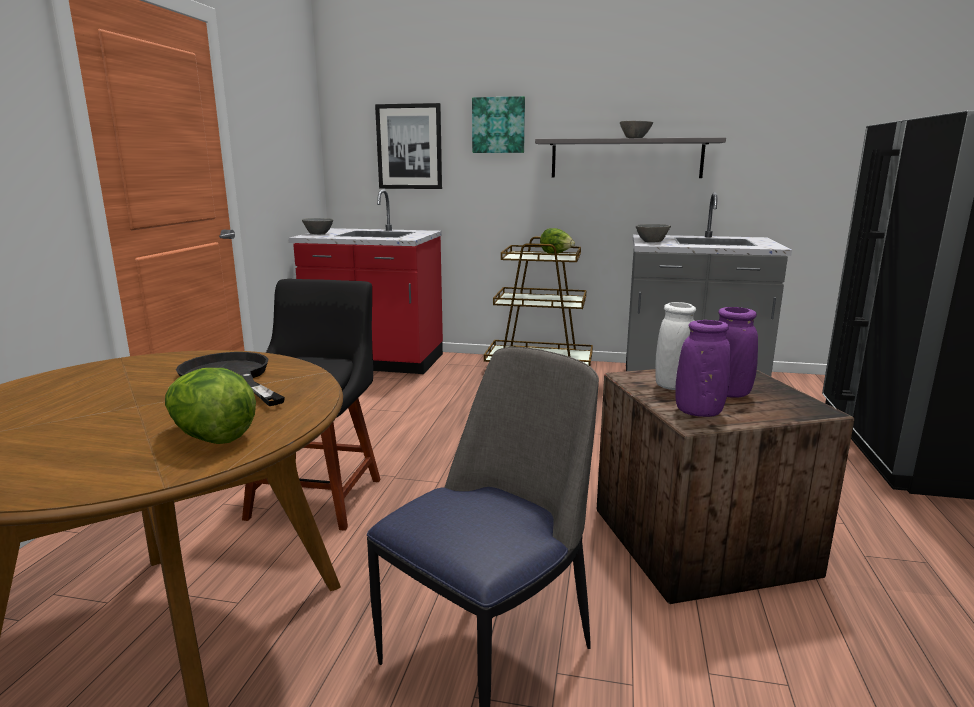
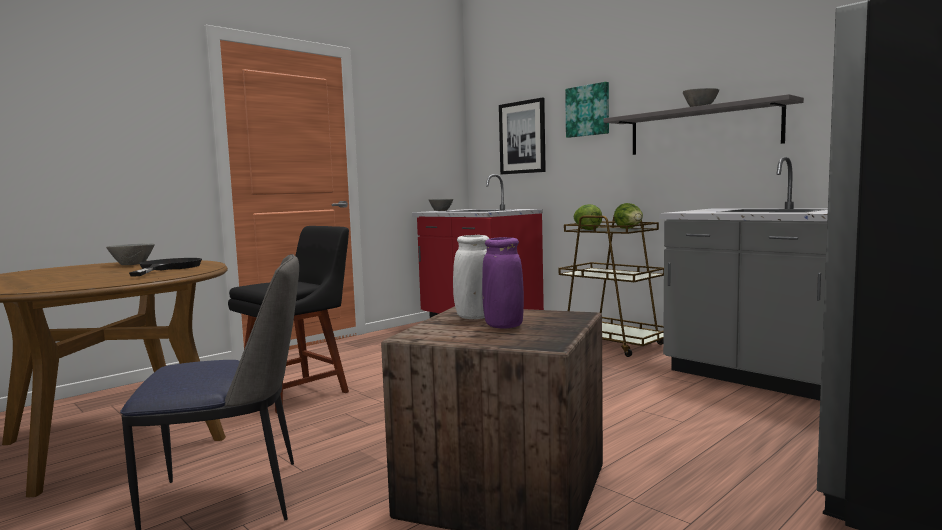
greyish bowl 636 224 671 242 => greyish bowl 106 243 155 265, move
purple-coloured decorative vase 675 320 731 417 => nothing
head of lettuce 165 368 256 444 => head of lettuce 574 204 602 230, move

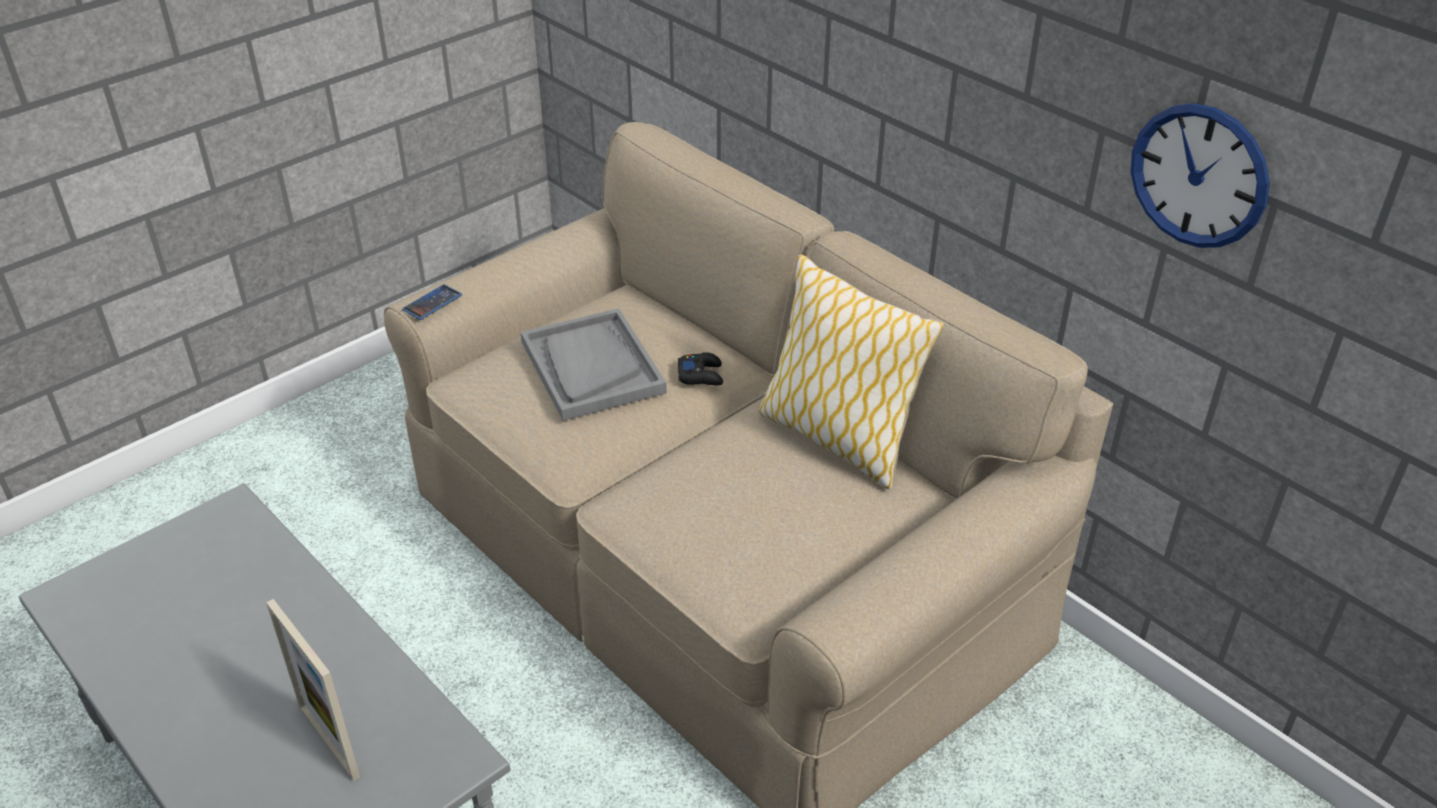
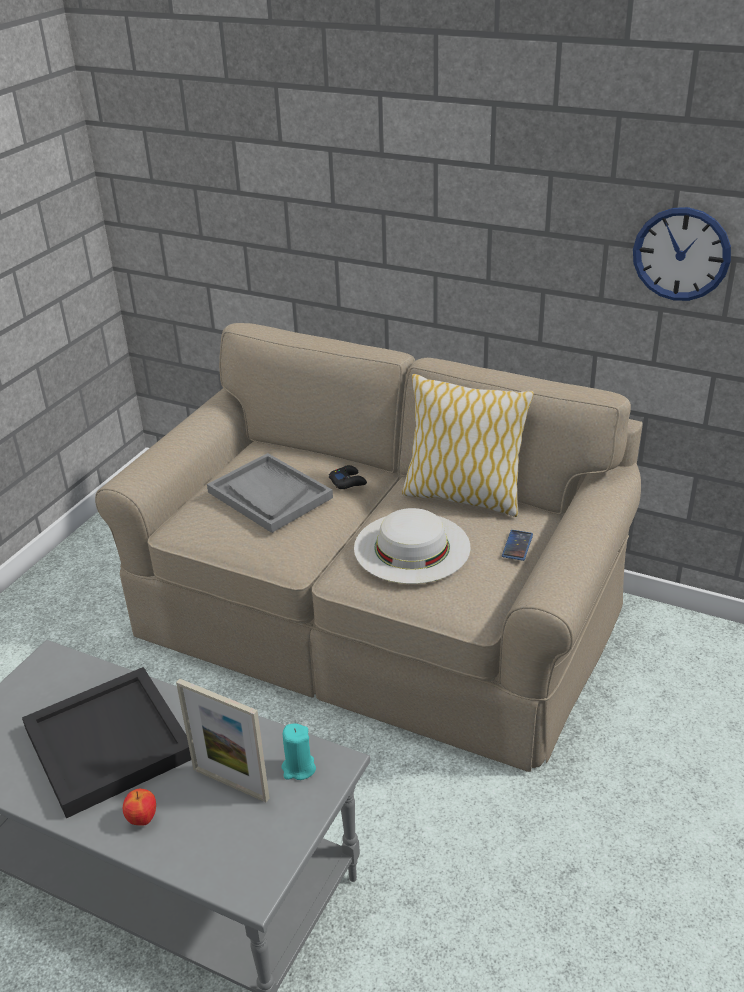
phone 402 284 462 320 => phone 502 530 533 561, move
nothing => whitish clothing hat 354 508 471 584
nothing => black-coloured tray 22 667 191 818
nothing => blue-green candle 281 723 316 780
nothing => apple 123 789 156 825

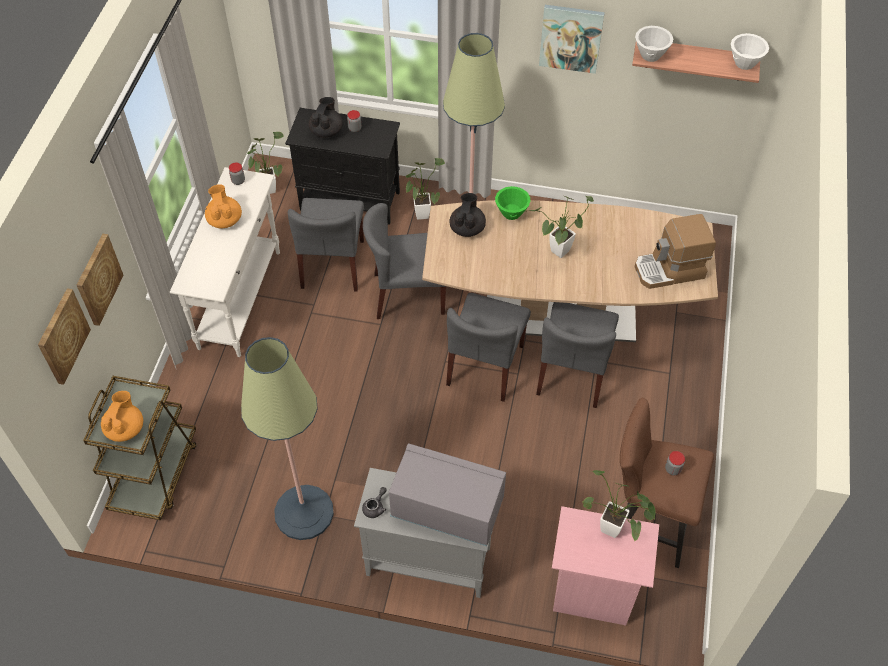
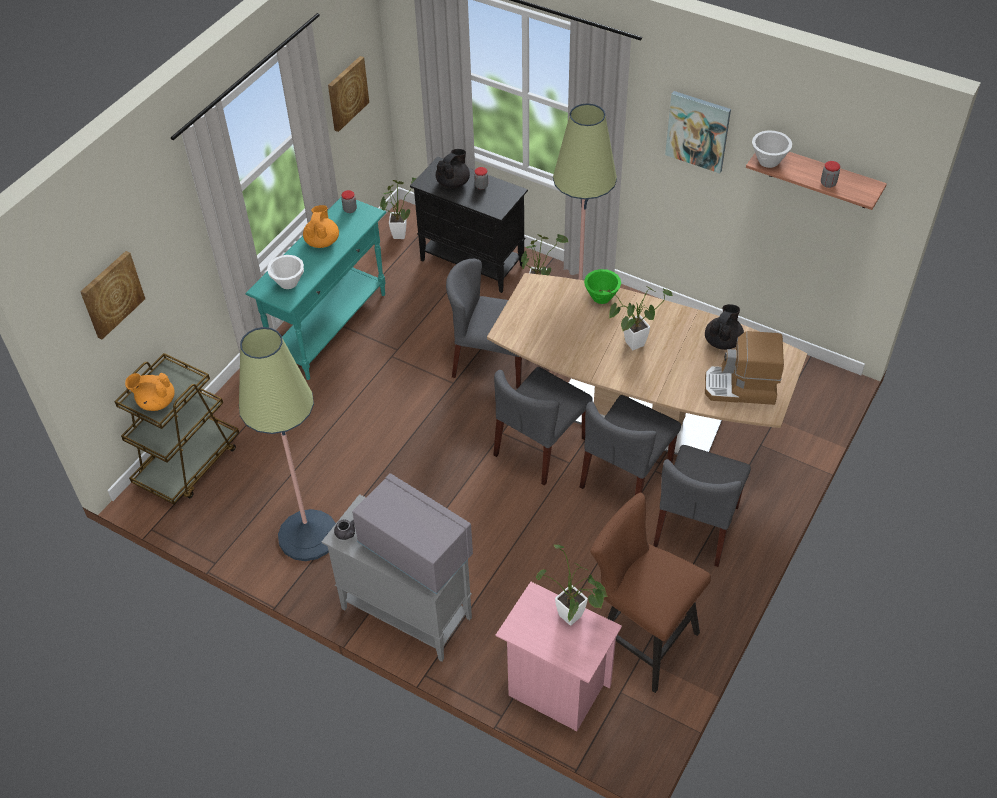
whitish bowl 731 33 769 70 => whitish bowl 267 255 304 289, move
whitish hall table 170 167 280 357 => blue-green hall table 246 197 386 380
black-coloured teapot 450 193 486 237 => black-coloured teapot 705 304 744 350, move
greyish chair 288 198 364 291 => greyish chair 653 445 751 567, move
picture 77 234 124 326 => picture 328 56 369 132, move
orangey teapot 101 391 143 442 => orangey teapot 125 373 175 411, 120 degrees counterclockwise
preserve jar 665 451 685 475 => preserve jar 821 161 840 188, move

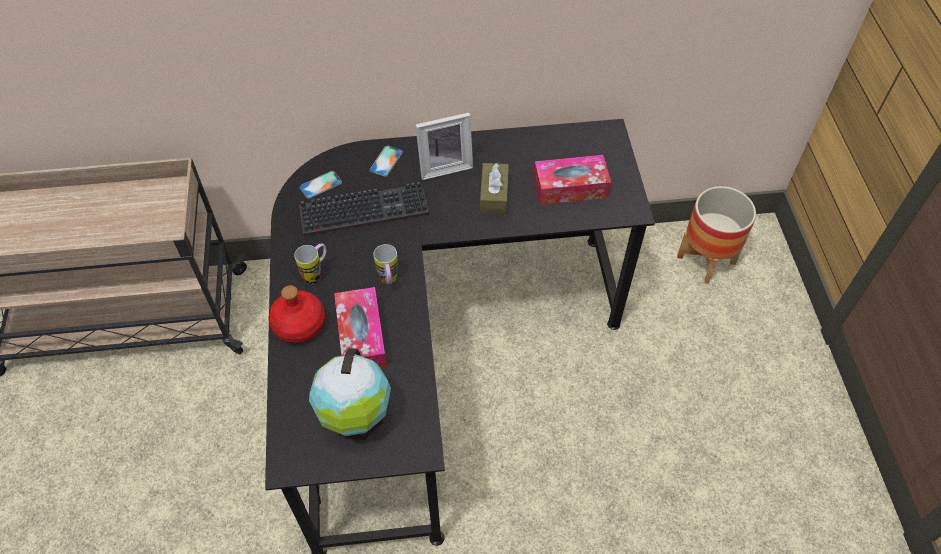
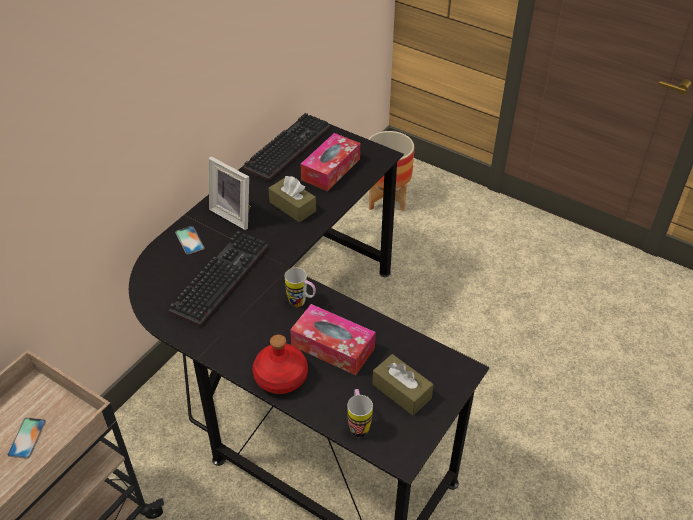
picture frame 415 113 473 180 => picture frame 209 156 251 230, 105 degrees clockwise
phone 299 171 342 199 => phone 7 418 46 459, move
coffee mug 294 243 326 284 => coffee mug 347 389 373 438, move
desk globe 309 348 391 440 => brown-coloured tissue box 372 354 434 415
nothing => PC keyboard 243 113 330 181

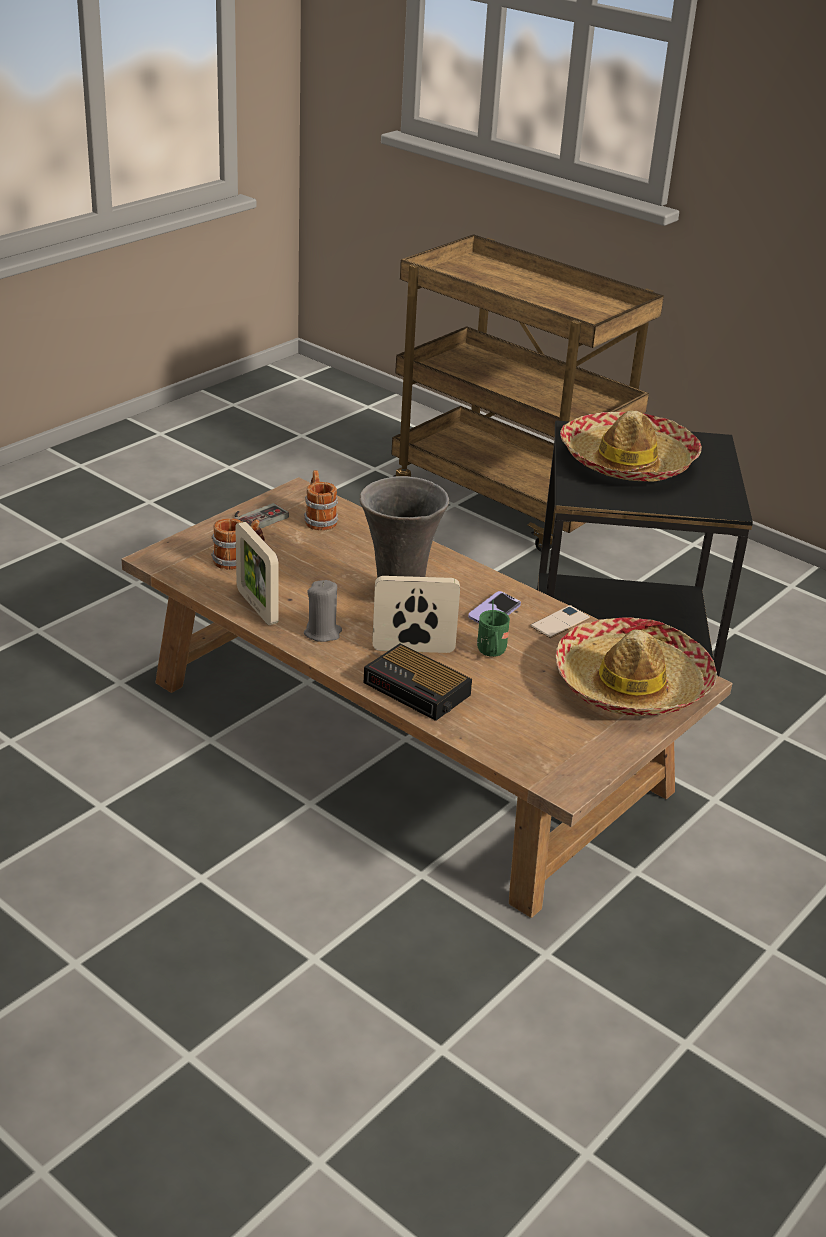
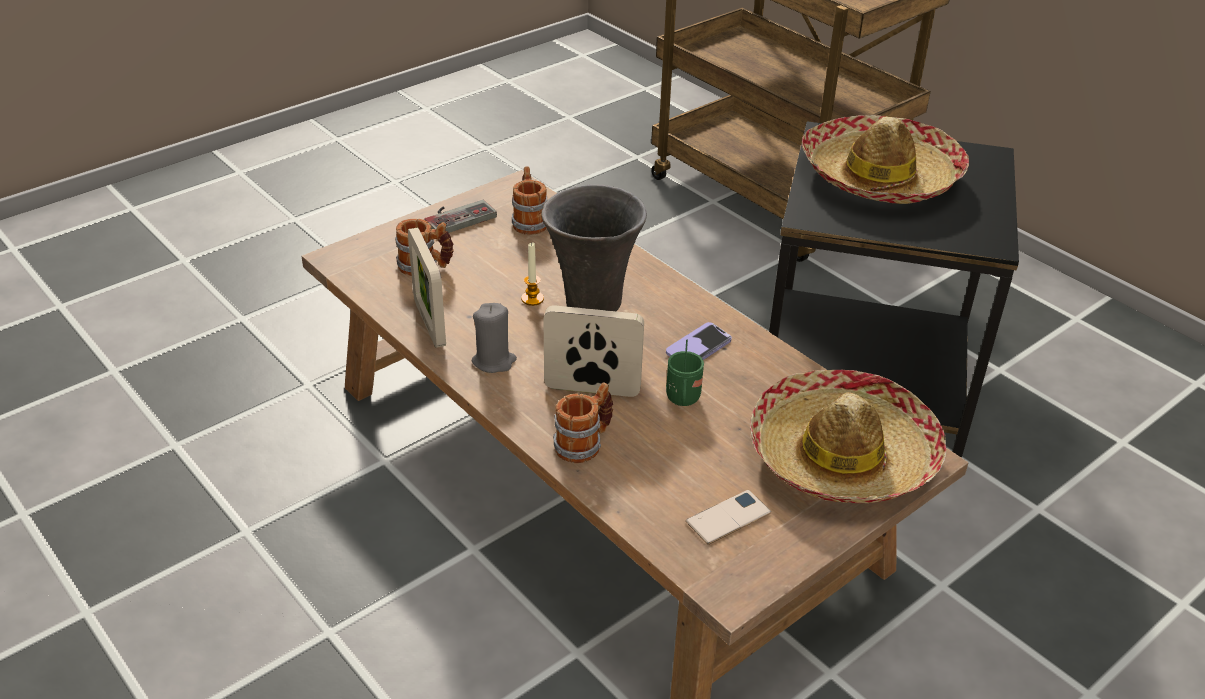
phone 530 605 590 638 => phone 686 490 771 544, move
table clock 364 643 472 721 => coffee mug 553 382 613 463
nothing => candle 521 242 544 306

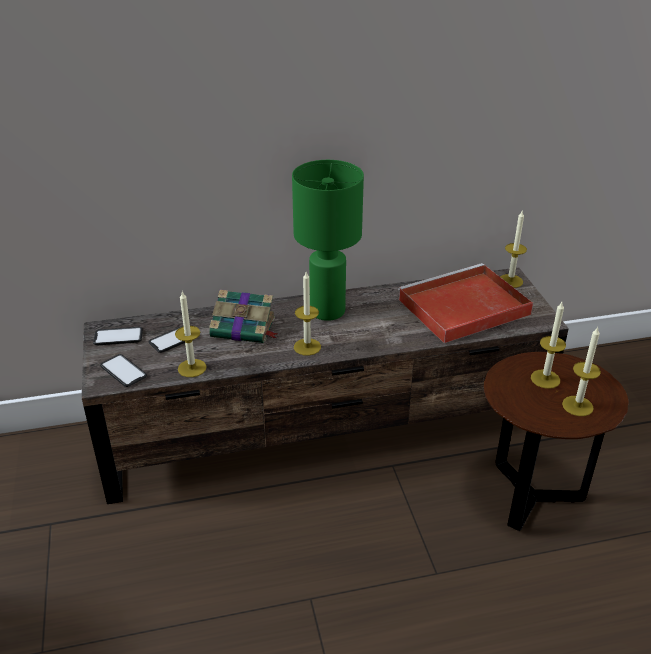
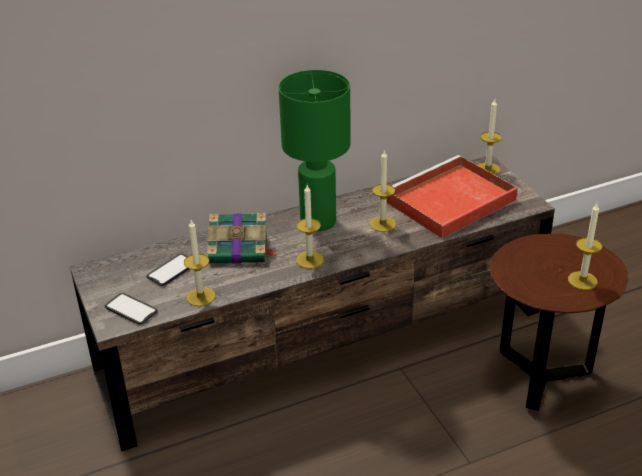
candle 531 302 566 389 => candle 370 150 396 232, move
phone 93 327 143 345 => nothing

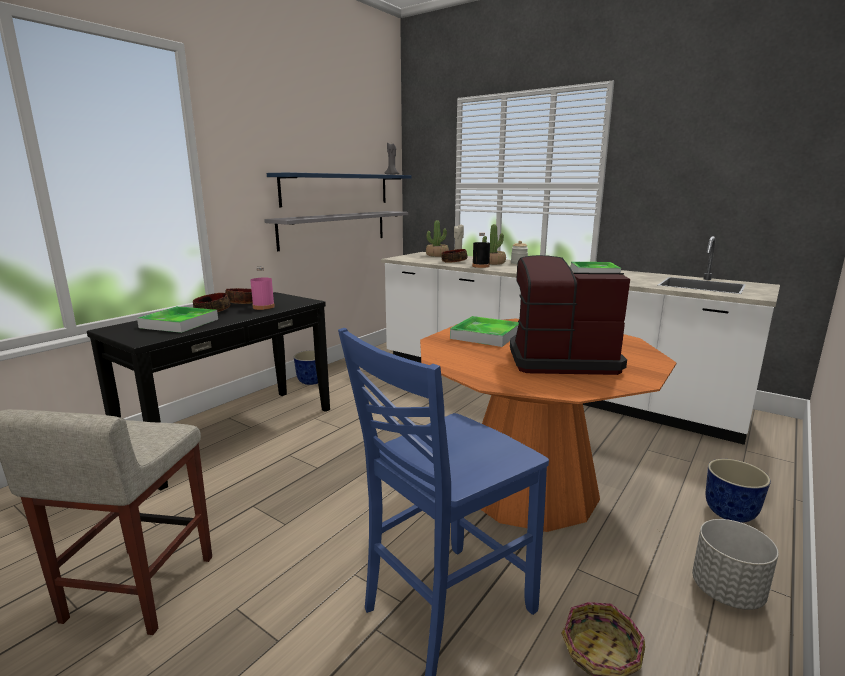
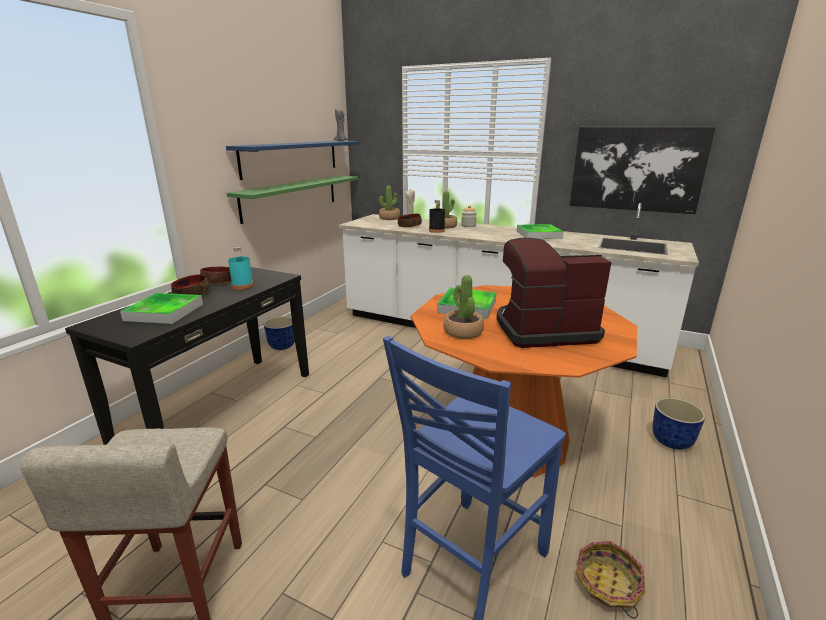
greyish bracket shelf 264 211 408 251 => green bracket shelf 227 176 358 224
pink bottle 250 267 275 310 => blue-green bottle 228 247 254 289
greyish plant pot 692 519 779 610 => nothing
nothing => picture 570 127 715 214
nothing => plant in a pot 444 275 484 339

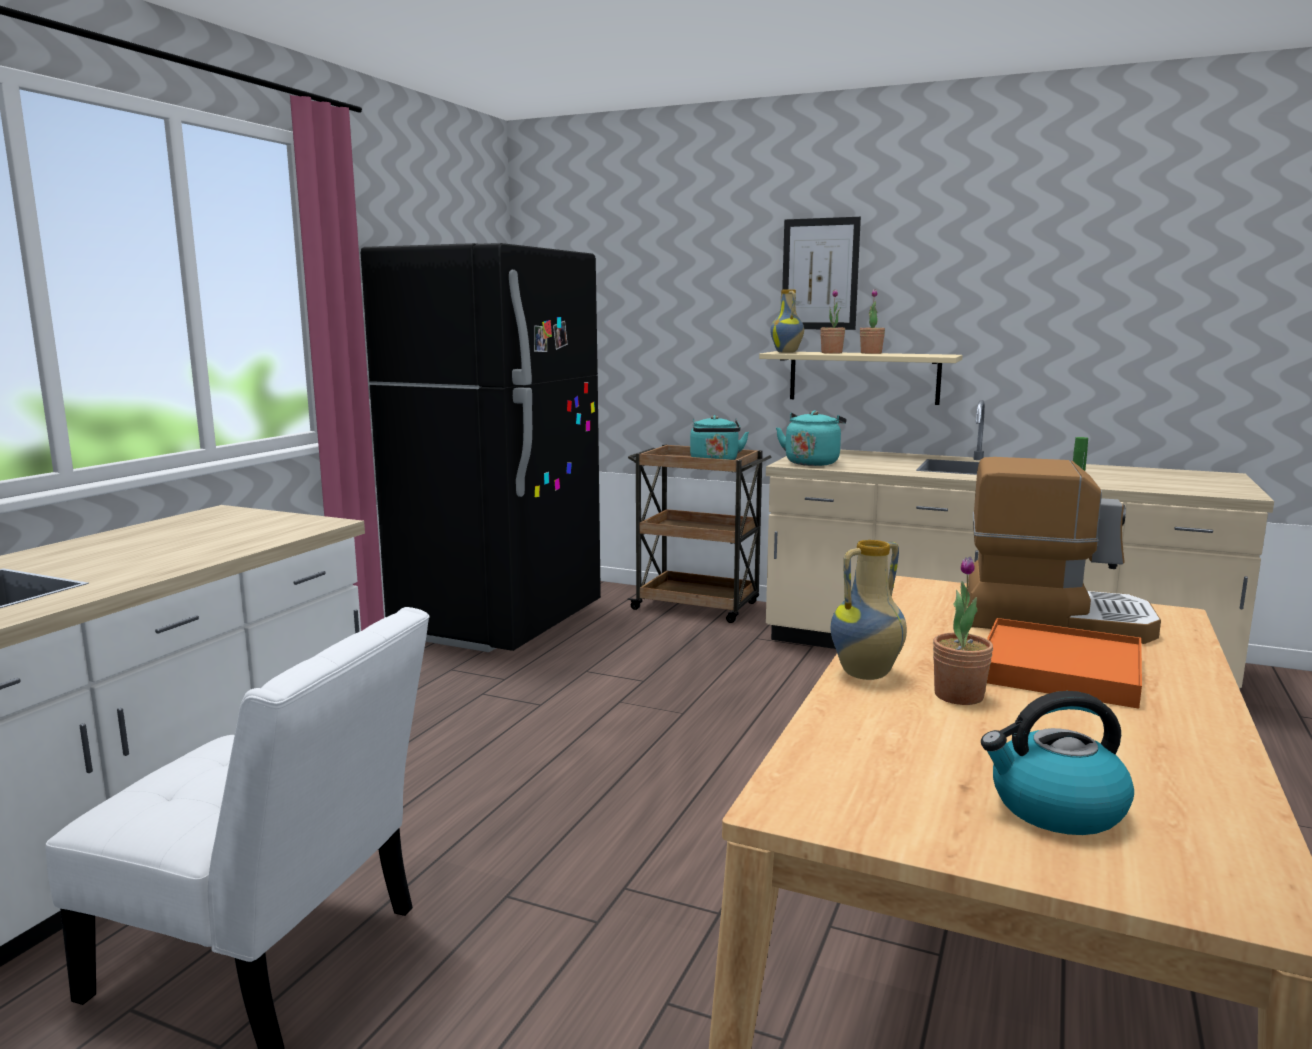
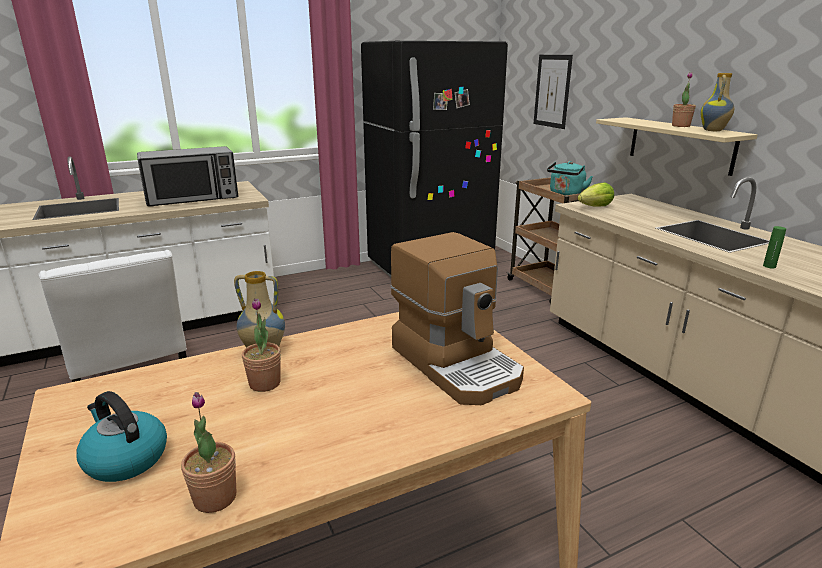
picture 782 217 861 330 => picture 534 55 573 129, move
decorative vase 770 289 804 353 => decorative vase 700 73 734 131, move
plant in a pot 820 289 845 354 => plant in a pot 181 392 236 513, move
blue-green kettle 776 411 846 466 => head of lettuce 578 182 614 207
orangey tray 987 618 1142 709 => nothing
nothing => microwave oven 137 146 238 207

